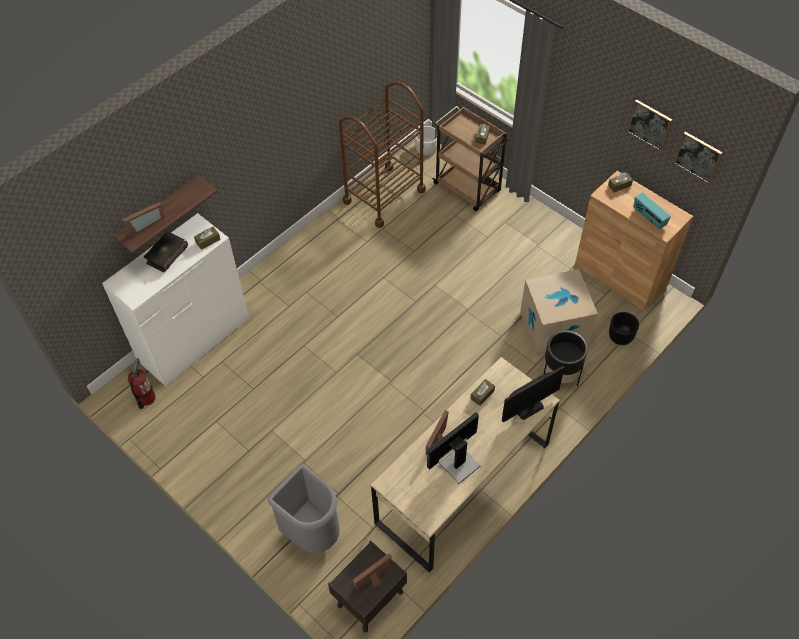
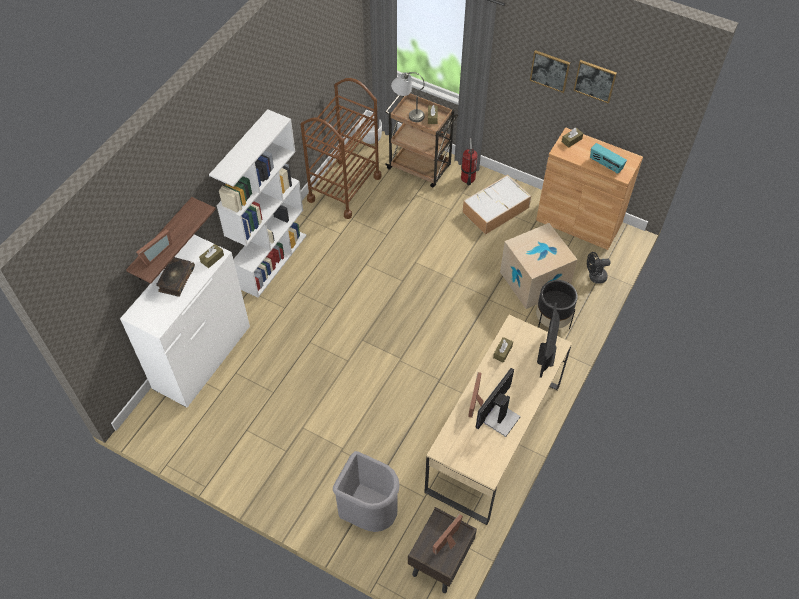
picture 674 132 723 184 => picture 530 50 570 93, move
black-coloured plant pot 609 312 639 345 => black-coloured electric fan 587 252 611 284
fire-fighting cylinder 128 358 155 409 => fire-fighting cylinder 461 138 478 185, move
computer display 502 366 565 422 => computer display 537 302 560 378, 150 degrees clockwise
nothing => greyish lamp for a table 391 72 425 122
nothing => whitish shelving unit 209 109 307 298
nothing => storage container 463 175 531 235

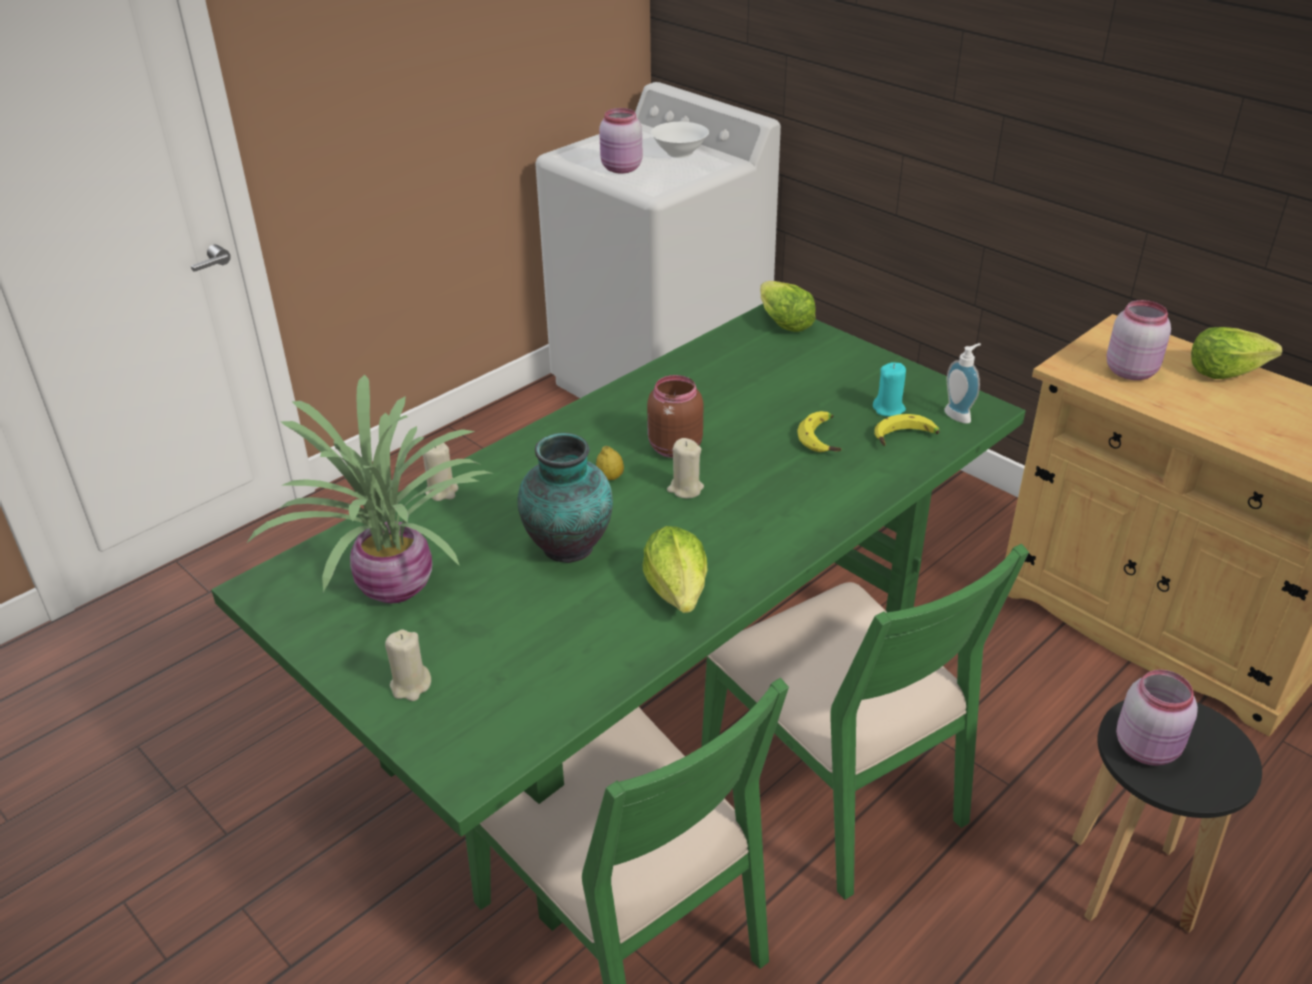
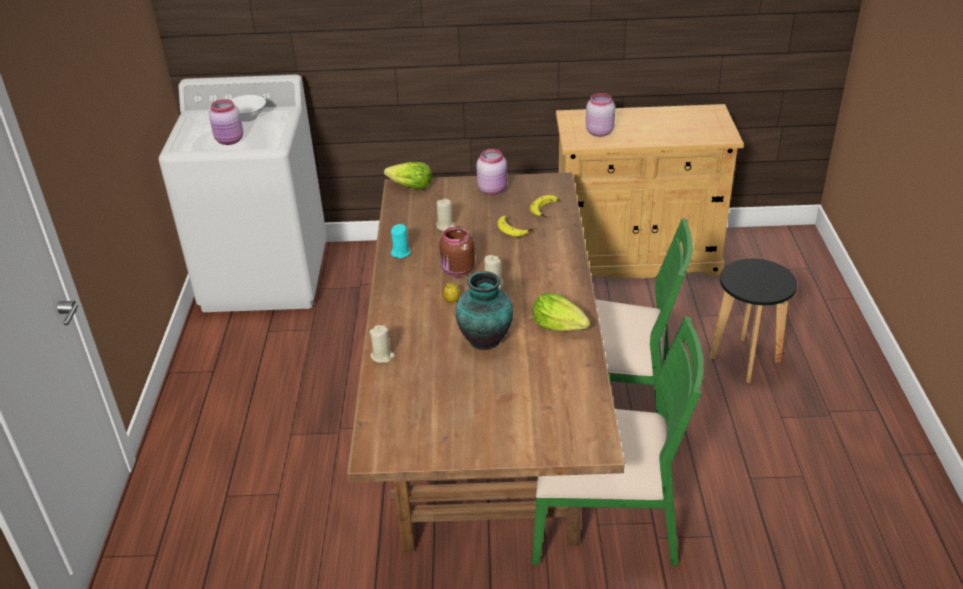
green dinner table 211 304 1026 931 => brown-coloured dinner table 347 172 625 552
head of lettuce 1191 327 1282 379 => nothing
soap dispenser 944 343 981 424 => nothing
blue-green candle 873 362 906 416 => blue-green candle 391 224 410 259, move
plant in a pot 246 375 495 603 => nothing
sand-coloured candle 385 629 431 701 => sand-coloured candle 436 199 454 231, move
pink preserve jar 1116 670 1198 766 => pink preserve jar 476 149 507 194, move

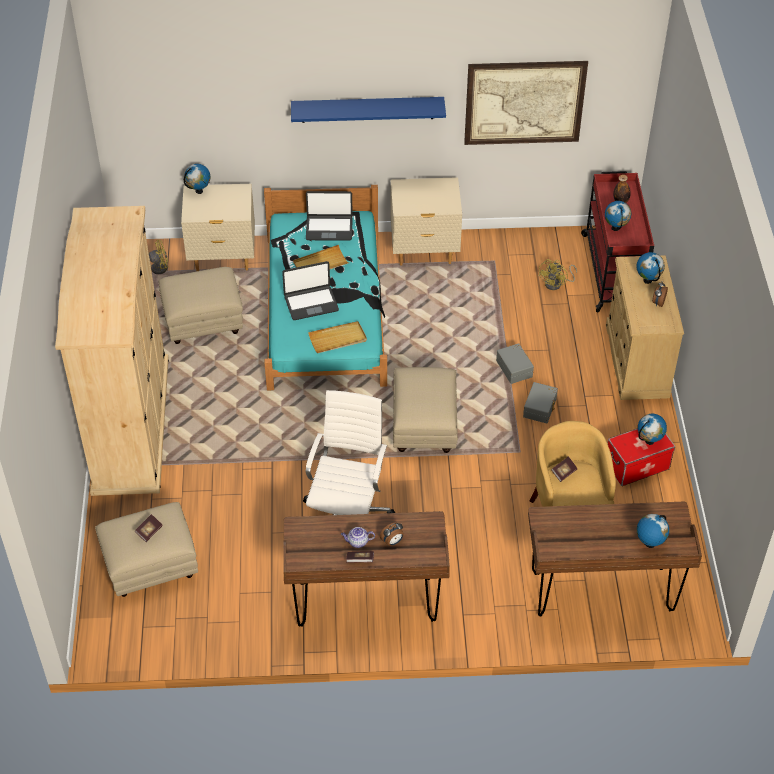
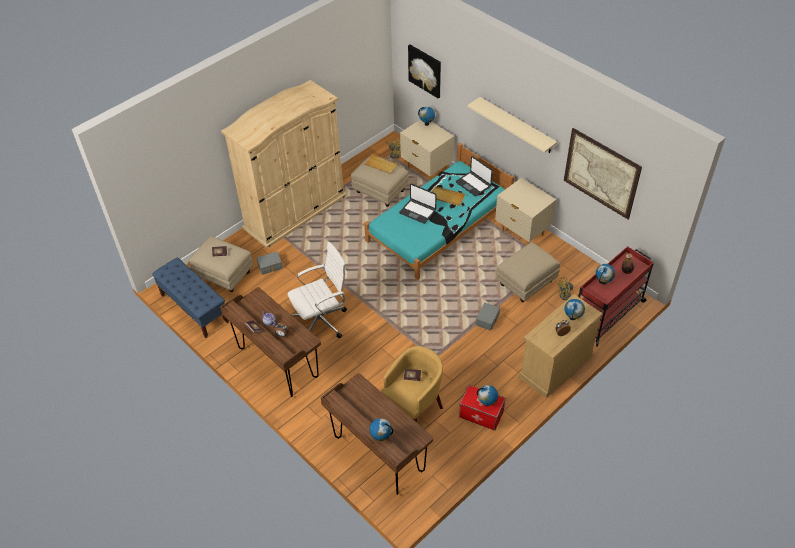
blue bracket shelf 291 97 446 123 => sand-coloured bracket shelf 467 97 557 153
sand-coloured tray 308 321 367 353 => sand-coloured tray 364 154 398 175, move
sand-coloured ottoman 393 367 458 453 => sand-coloured ottoman 496 242 560 302, move
greyish storage container 523 382 558 423 => greyish storage container 257 251 283 275, move
nothing => picture 408 44 441 99
nothing => blue bench 152 257 229 338

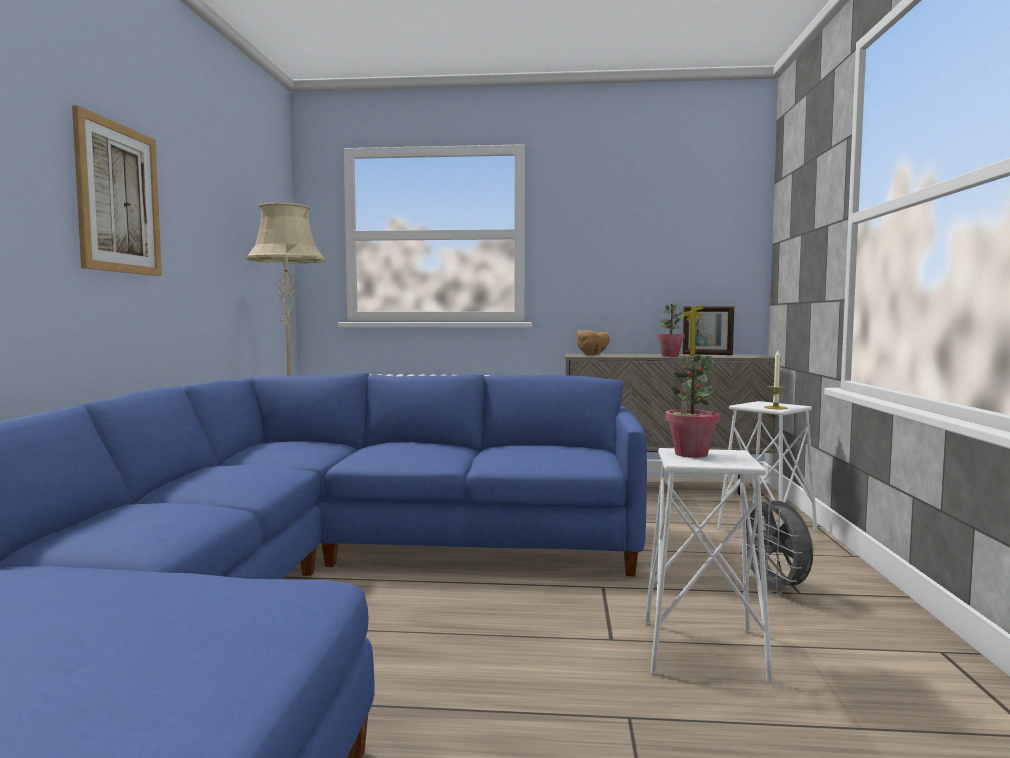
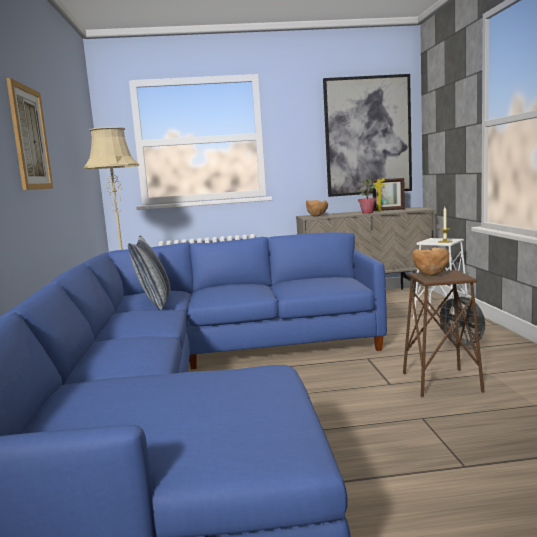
plant in a pot 665 355 720 458 => brown-coloured bowl 412 247 449 276
whitish stool seat 645 448 773 683 => brown-coloured stool seat 403 270 484 397
nothing => picture 323 74 412 197
nothing => throw pillow 128 235 171 310

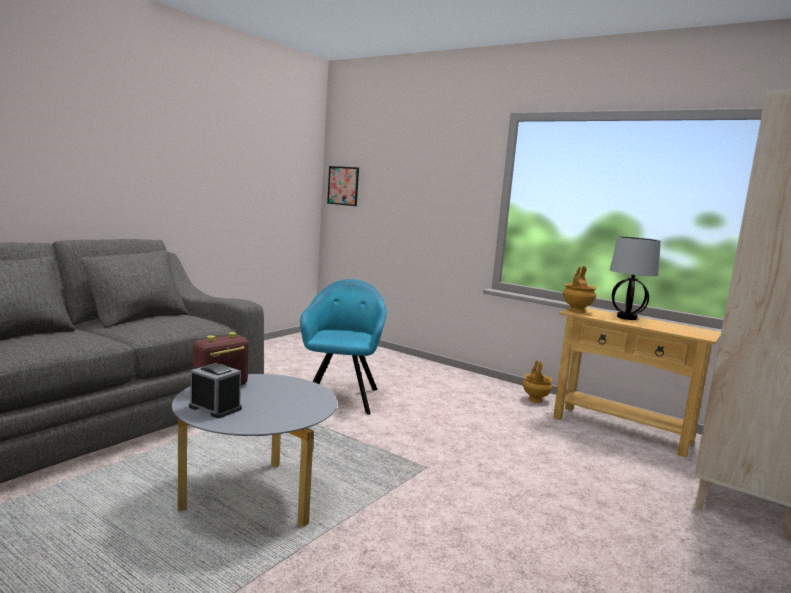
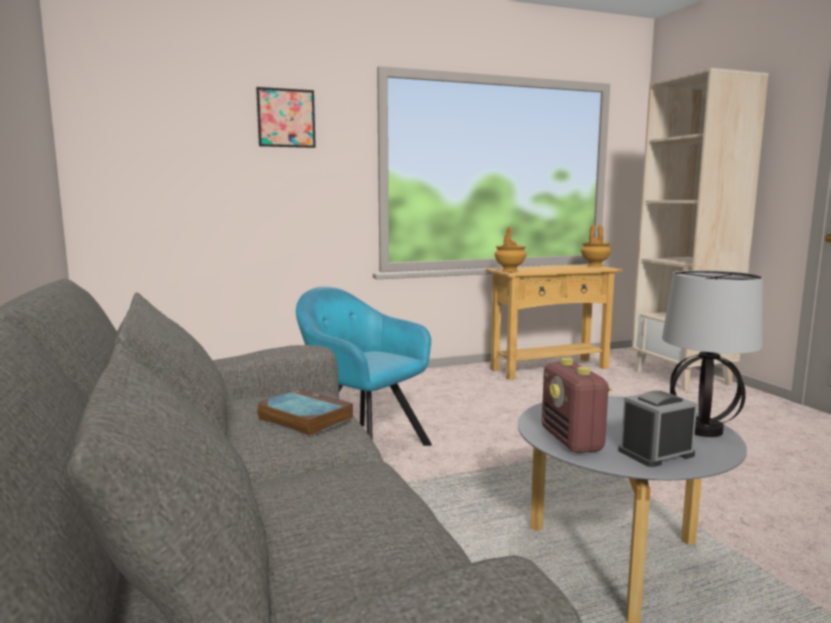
picture 327 166 359 206 => picture 256 87 316 148, move
lamp for a table 610 236 661 320 => lamp for a table 662 270 763 437, move
brown-coloured decorative vase 523 360 553 403 => brown-coloured decorative vase 581 225 611 267, move
nothing => bound book 257 389 353 436

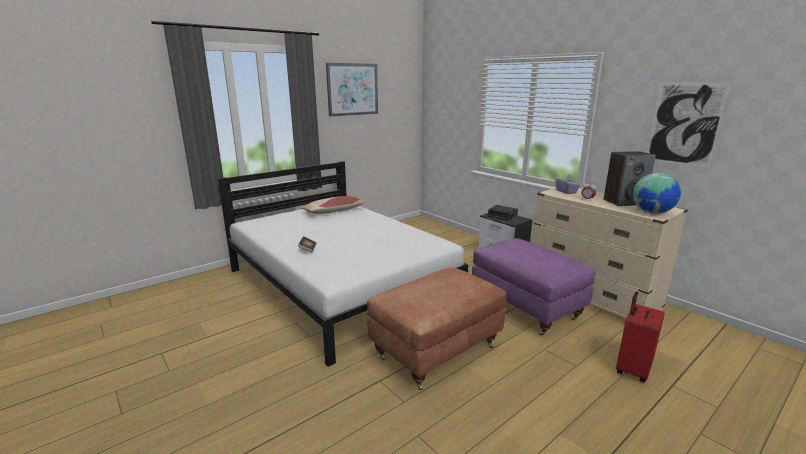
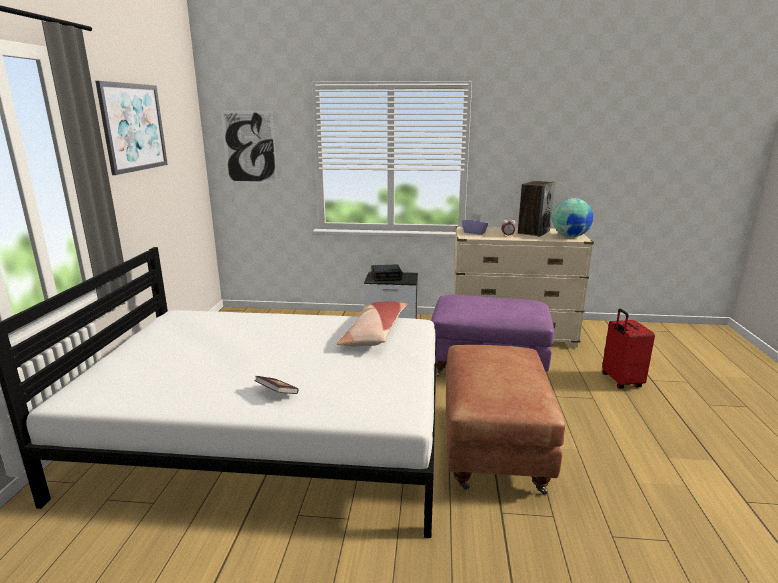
picture 647 83 730 168 => picture 221 111 278 183, move
throw pillow 301 196 366 214 => throw pillow 337 301 407 347, move

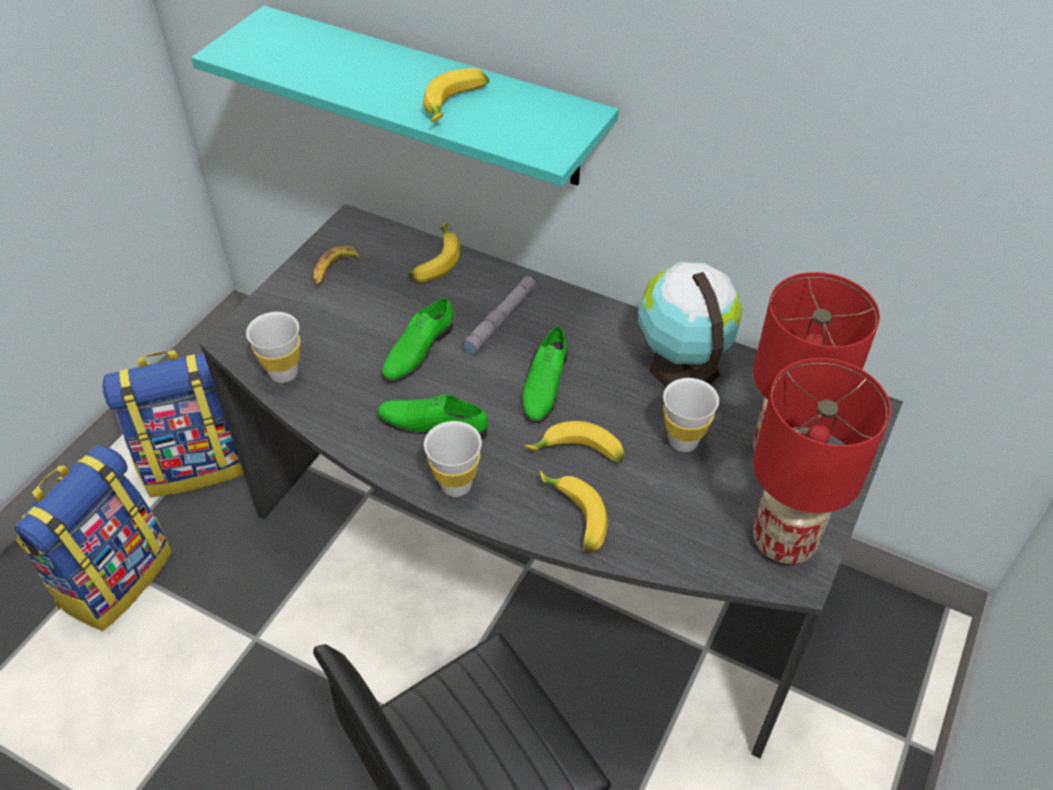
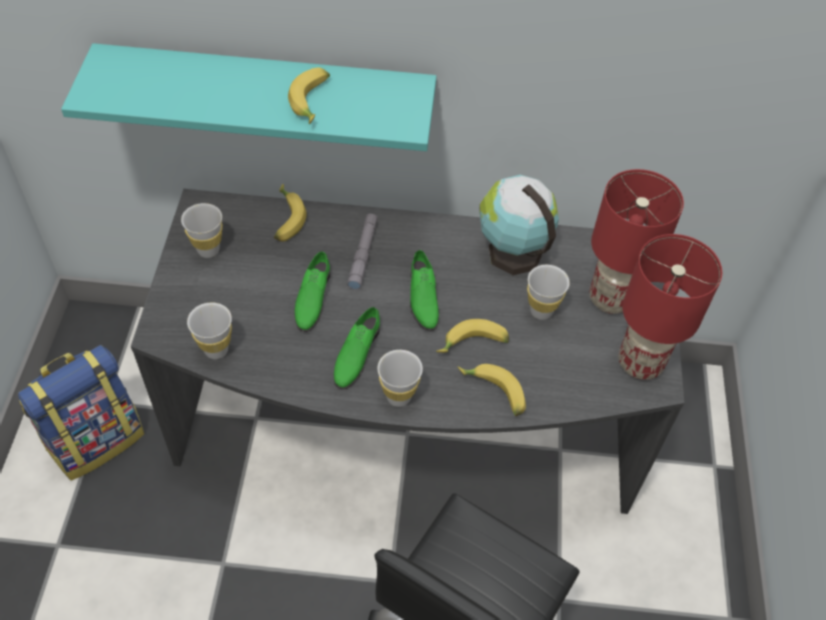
banana fruit 313 246 362 286 => whitish drinking cup 181 203 223 258
green low shoe 376 395 488 440 => green low shoe 334 307 380 390, 60 degrees counterclockwise
rucksack 14 445 172 631 => nothing

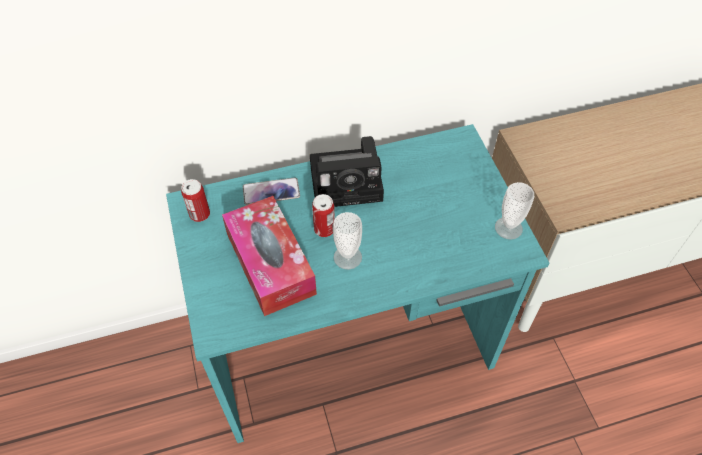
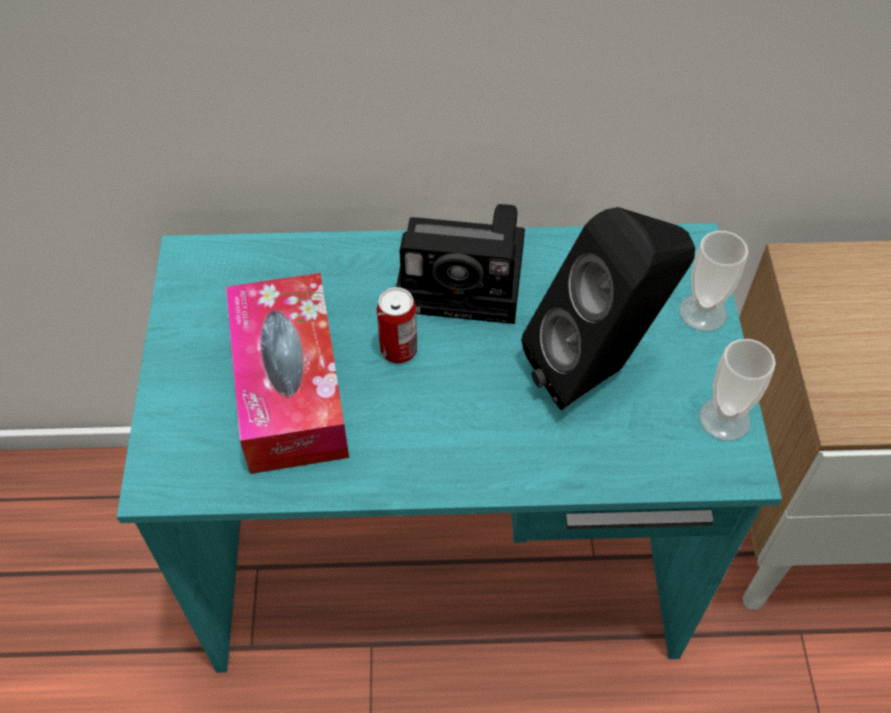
phone 243 177 300 205 => nothing
can 181 179 210 222 => nothing
drinking cup 333 212 362 270 => drinking cup 679 231 749 331, move
nothing => black-coloured loudspeaker 521 207 695 410

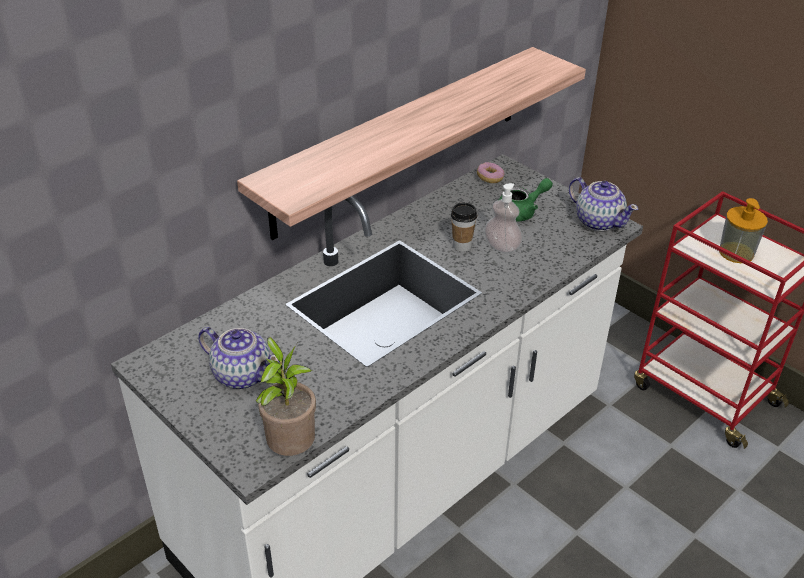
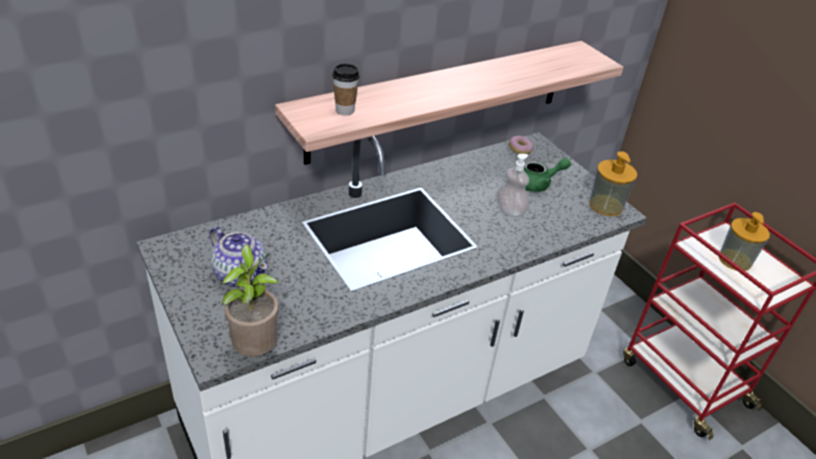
teapot 569 177 638 231 => soap dispenser 589 151 637 216
drinking cup 451 203 477 252 => drinking cup 332 64 360 116, move

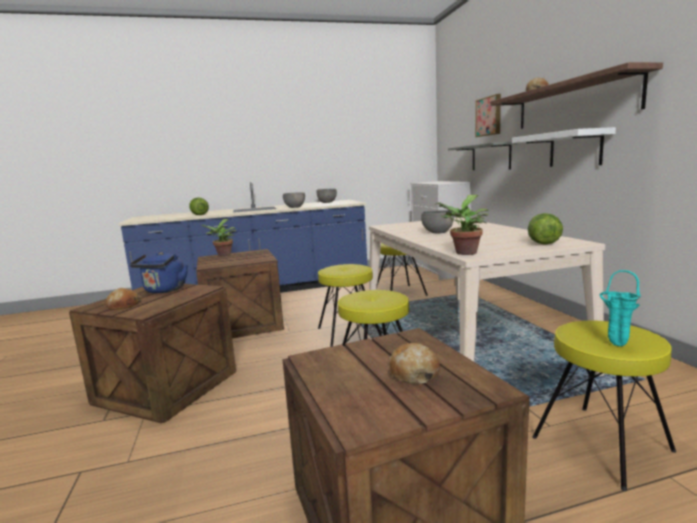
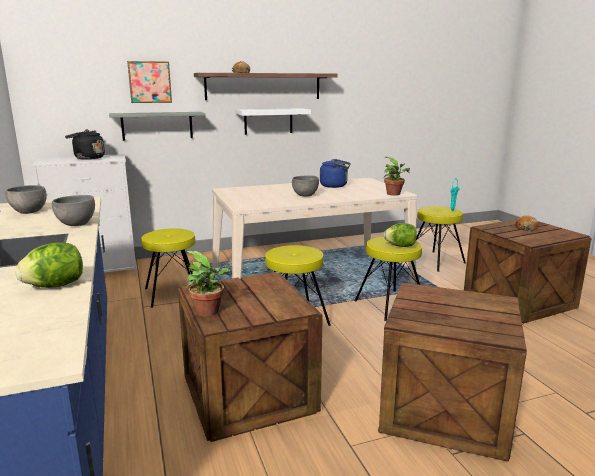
head of lettuce 528 213 563 245 => head of lettuce 384 223 417 247, move
blue kettle 130 251 188 293 => blue kettle 320 159 351 188, move
bakery bread 106 288 141 310 => nothing
nothing => black-coloured kettle 65 130 105 160

